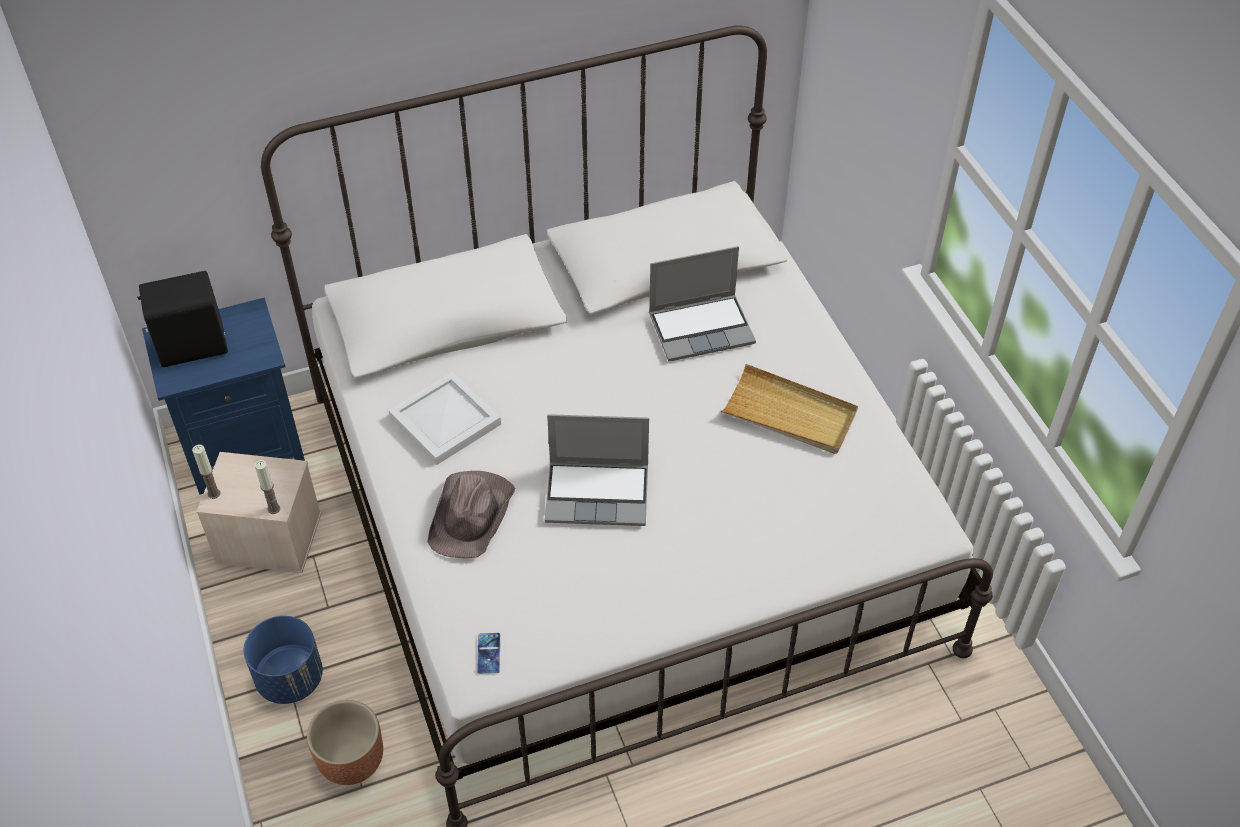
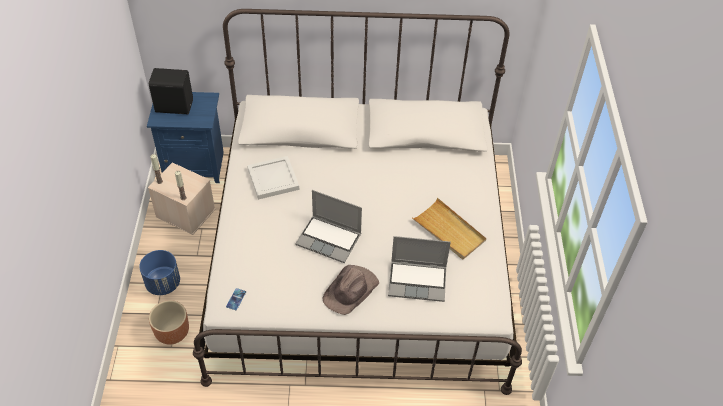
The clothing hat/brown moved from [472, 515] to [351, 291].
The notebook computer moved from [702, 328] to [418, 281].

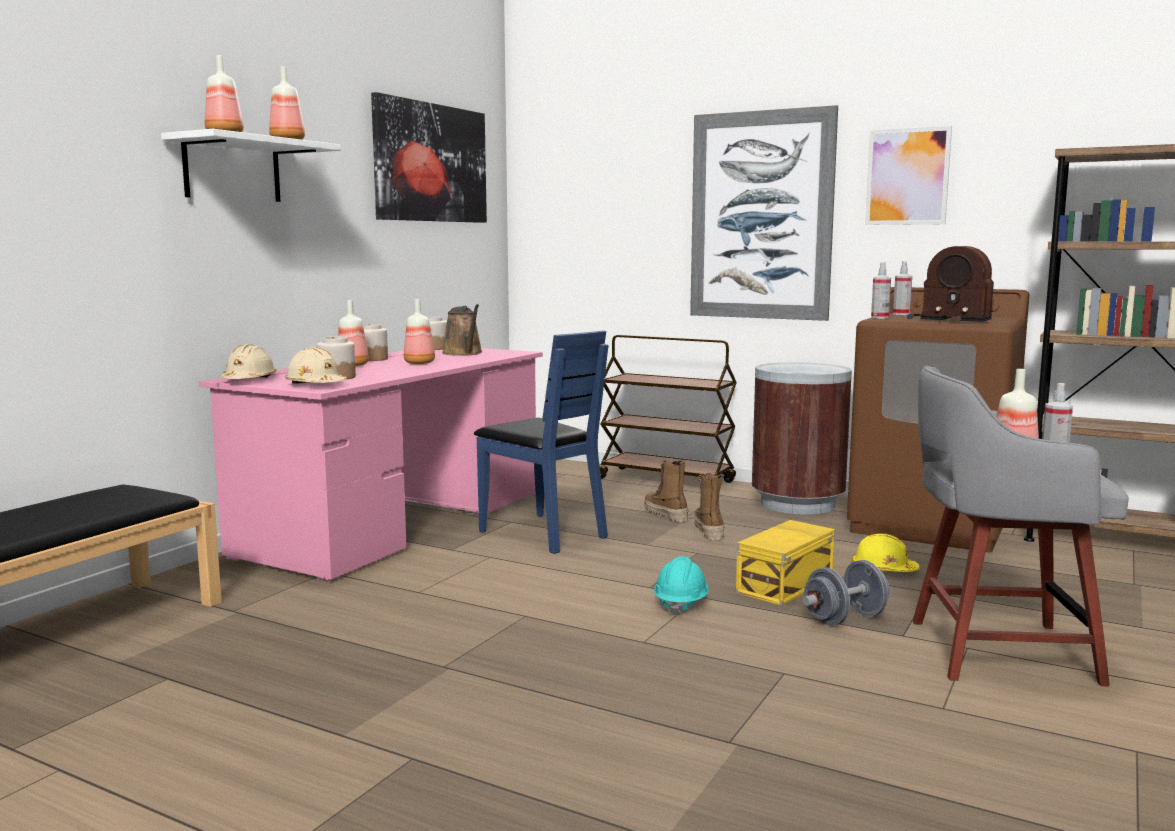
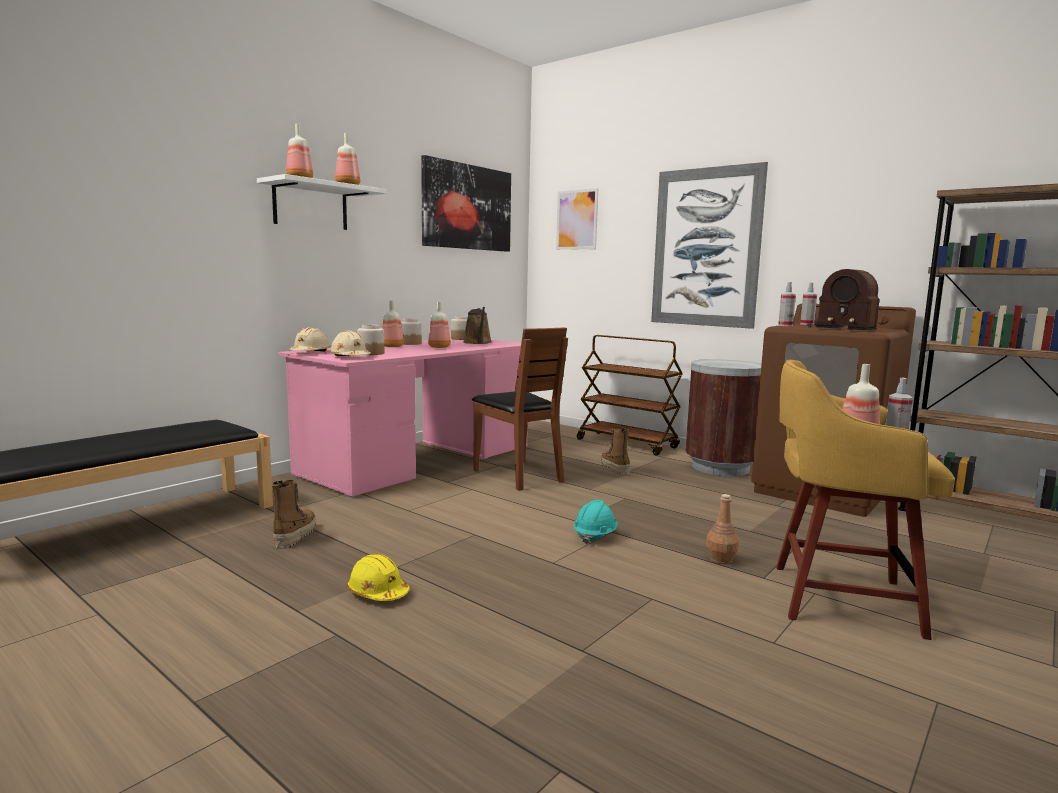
The plain chair/blue-coloured at [543, 533] became the plain chair/brown at [518, 475].
The tall boot moved from [708, 531] to [294, 536].
The storage container/yellow at [787, 584] disappeared.
The hand weight/greyish at [845, 619] was replaced by the bottle/brown at [720, 559].
The work helmet/yellow moved from [883, 569] to [377, 592].
The wall picture moved from [907, 177] to [577, 220].
The sitting stool/greyish at [995, 650] became the sitting stool/yellow at [838, 598].

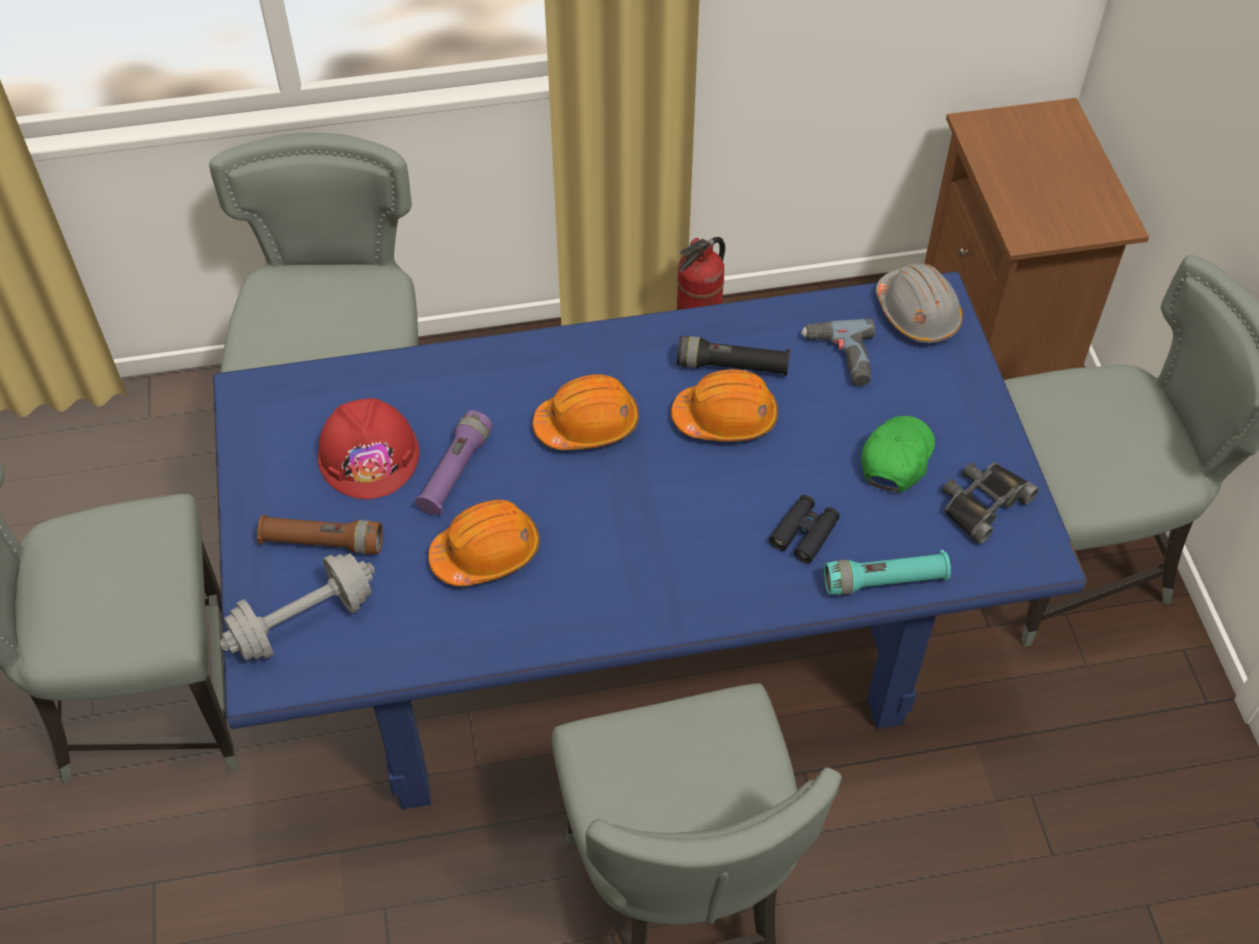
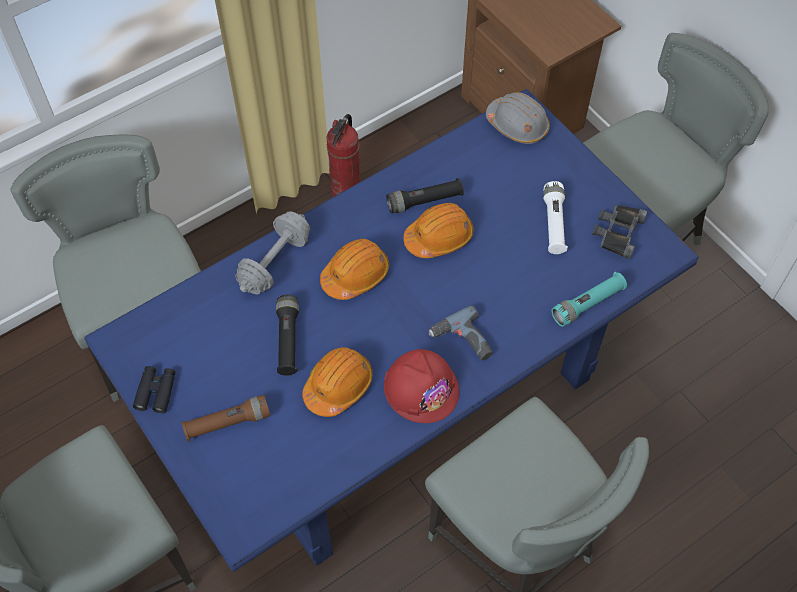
The hand weight/greyish moved from [303, 622] to [275, 263].
The work helmet/red moved from [369, 454] to [421, 388].
The hand torch/purplish at [455, 472] became the hand torch/black at [288, 340].
The binoculars/black moved from [804, 533] to [156, 392].
The drill moved from [840, 358] to [462, 342].
The peaked cap/green at [896, 458] was replaced by the hand torch/white at [554, 223].

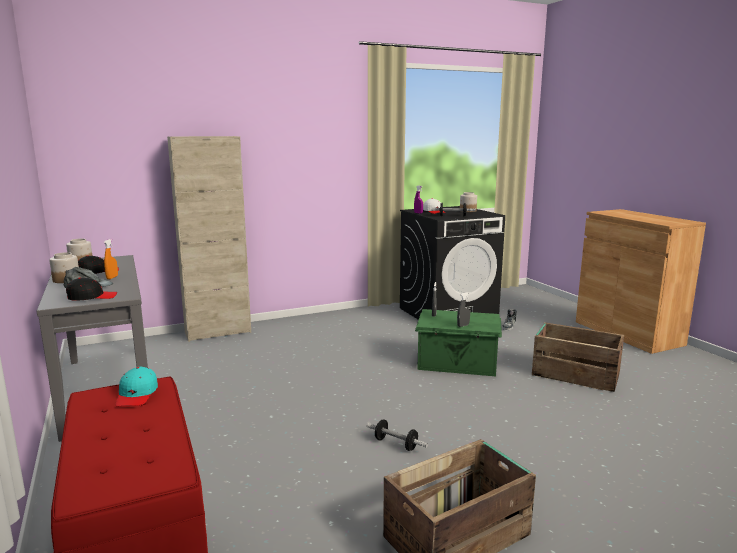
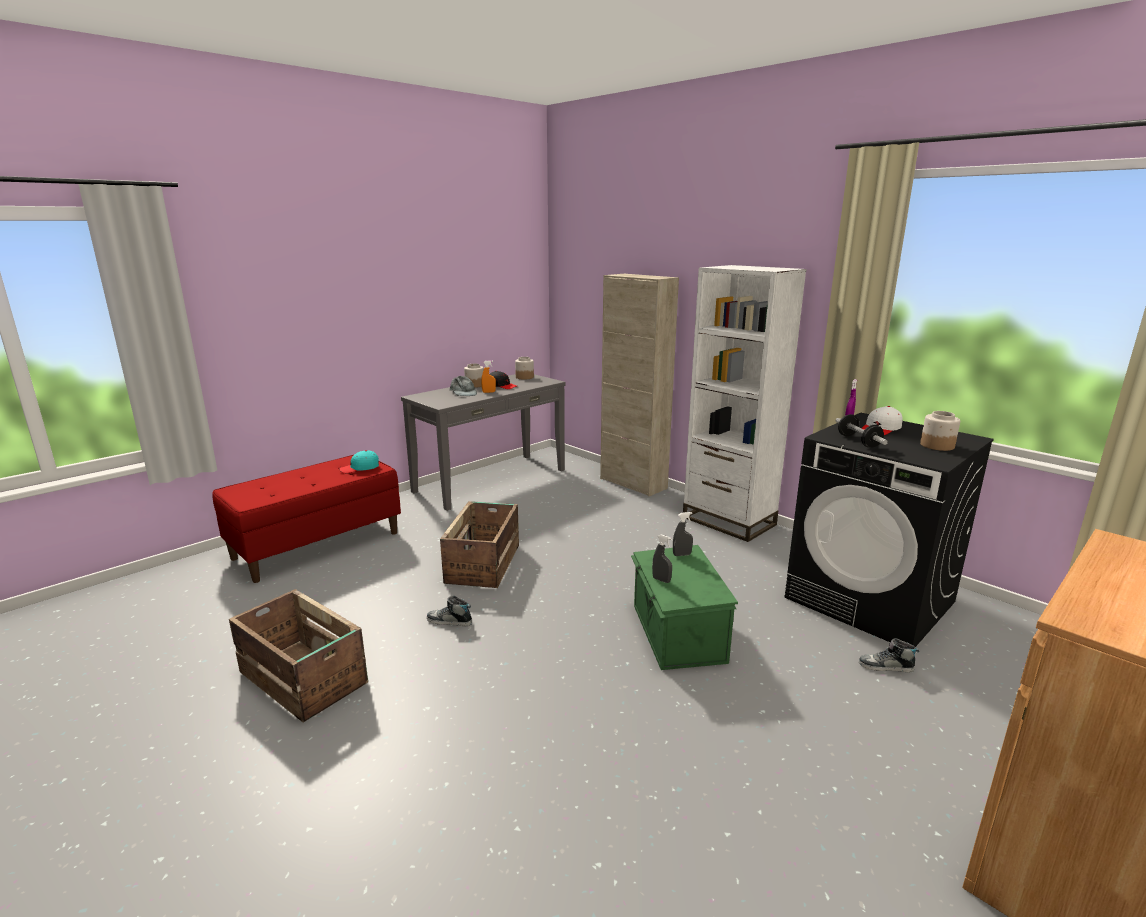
The peaked cap/black at [92, 297] disappeared.
The hand weight at [396, 444] was replaced by the shoe at [449, 621].
The packing crate moved from [574, 374] to [484, 563].
The shelving unit/white at [728, 521] appeared.

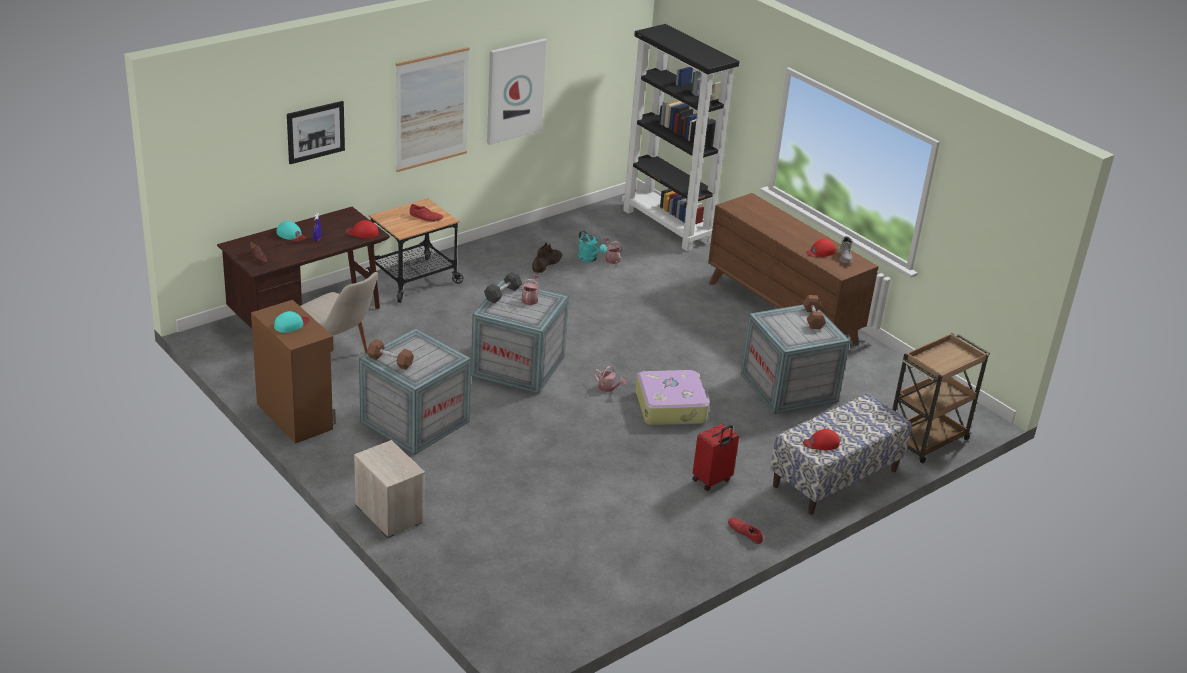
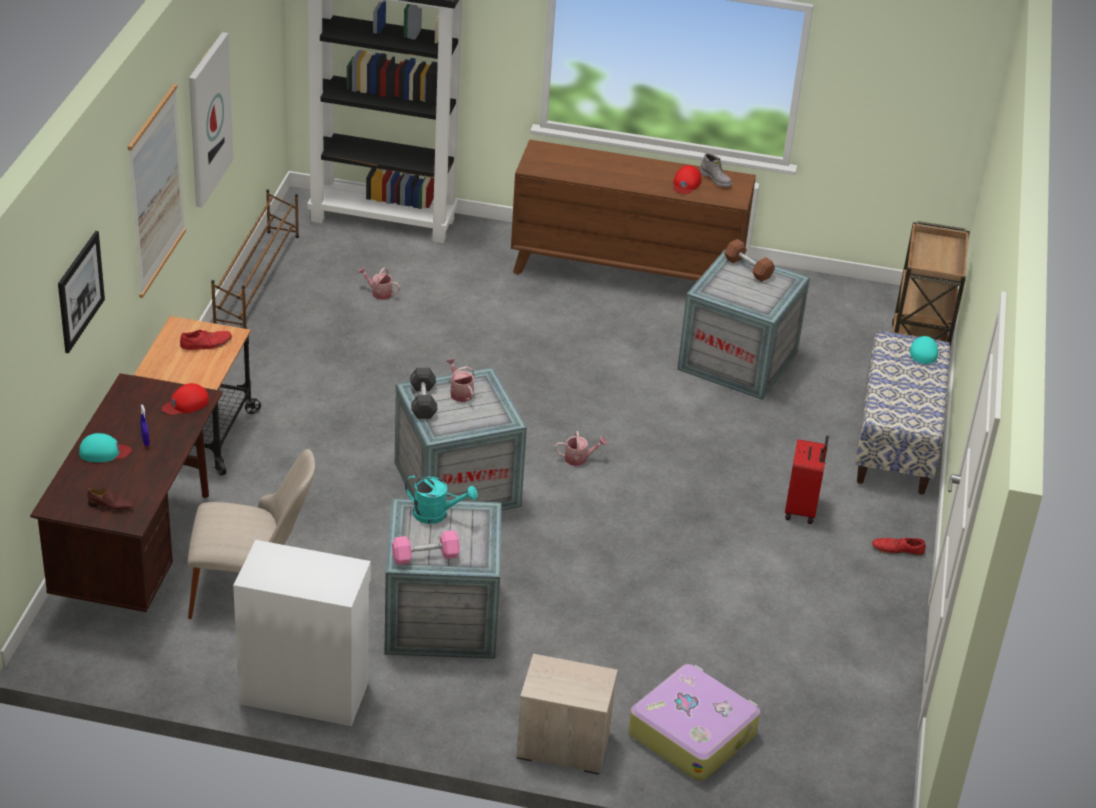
The cupboard/brown at [295, 416] became the cupboard/white at [304, 691].
The peaked cap/blue-green moved from [291, 324] to [923, 351].
The hand weight/brown at [390, 361] became the hand weight/pink-coloured at [425, 556].
The tall boot/brown at [547, 263] disappeared.
The sprinkling can/blue-green moved from [589, 259] to [436, 514].
The suitcase moved from [671, 406] to [692, 733].
The peaked cap/red at [821, 443] disappeared.
The shoe stand/brown at [258, 279] appeared.

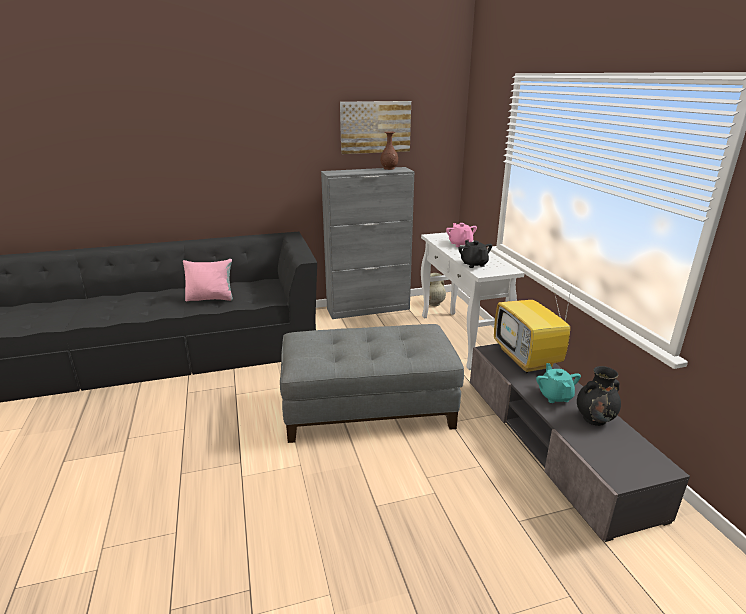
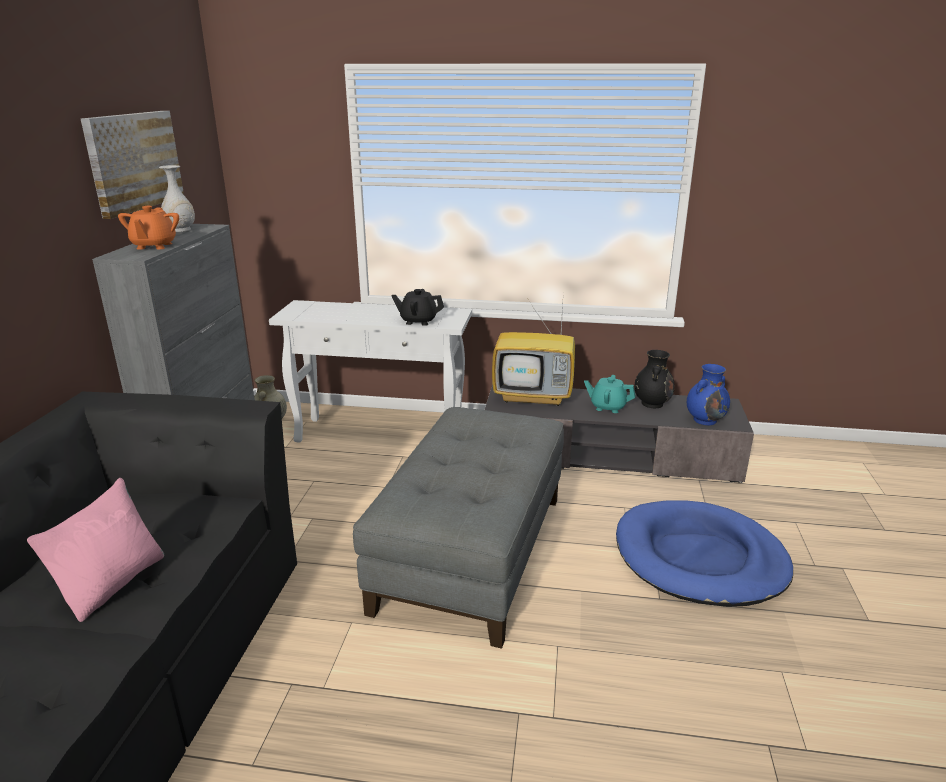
The decorative vase/brown at [389, 168] became the decorative vase/white at [180, 230].
The teapot/pink-coloured at [460, 244] disappeared.
The teapot/orange-coloured at [154, 246] appeared.
The pet bed/blue-coloured at [699, 558] appeared.
The decorative vase/blue-coloured at [705, 420] appeared.

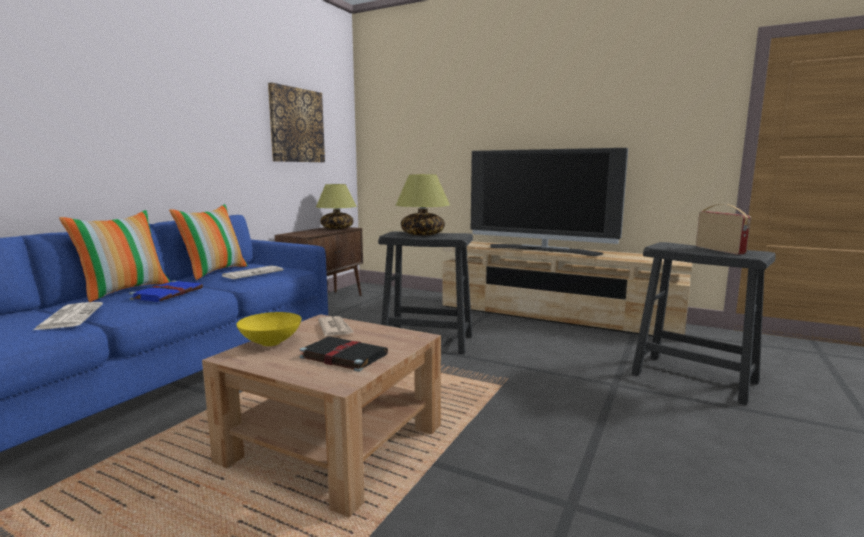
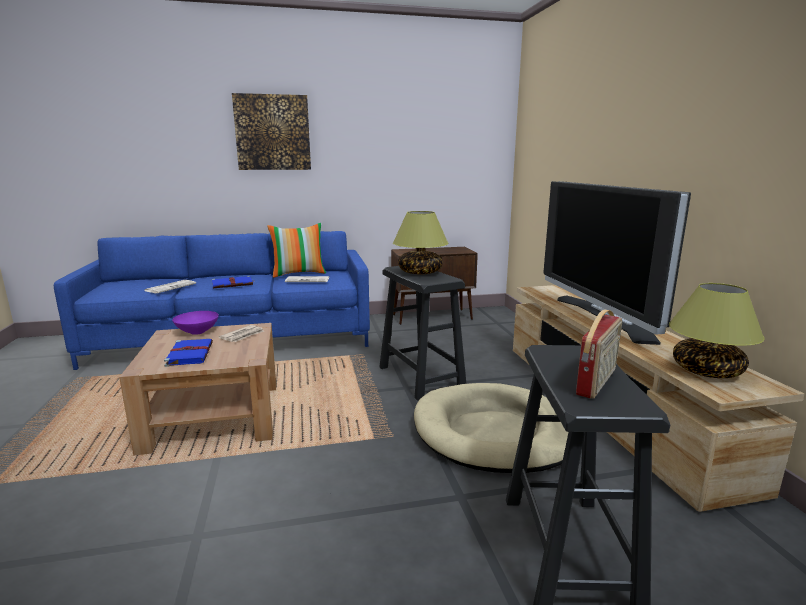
The cushion at [125, 290] disappeared.
The deep dish/yellow at [271, 343] became the deep dish/purplish at [197, 332].
The wall picture moved from [296, 125] to [272, 132].
The volume/black at [342, 356] became the volume/blue-coloured at [190, 354].
The lamp for a table moved from [337, 228] to [707, 371].
The pet bed/beige-coloured at [494, 432] appeared.

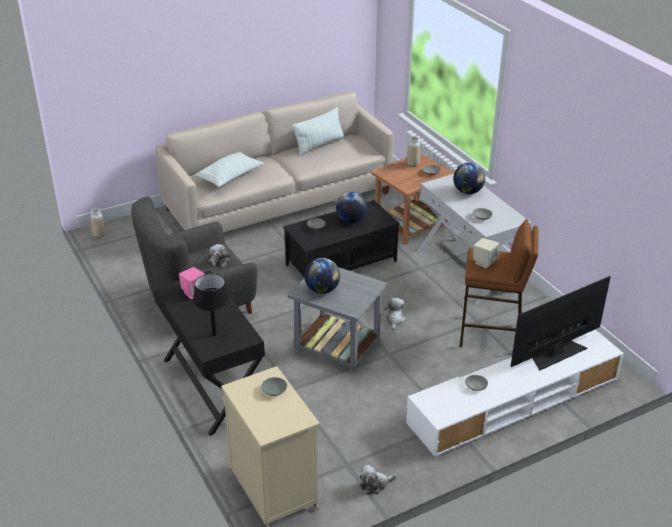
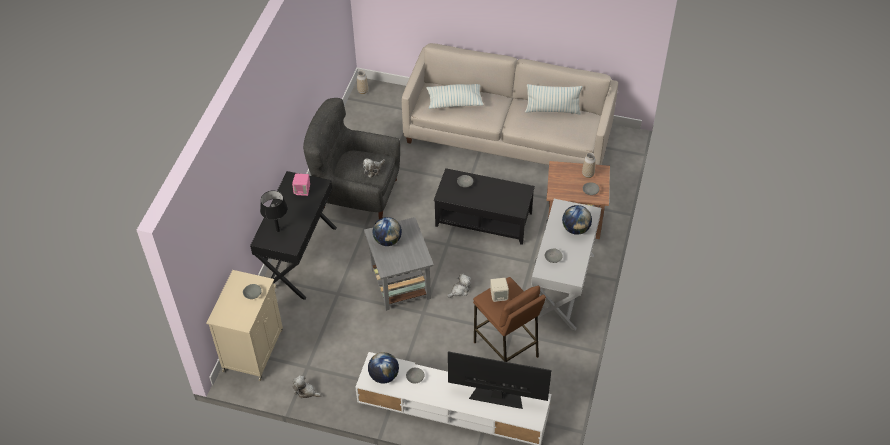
The world globe moved from [351, 220] to [384, 376].

